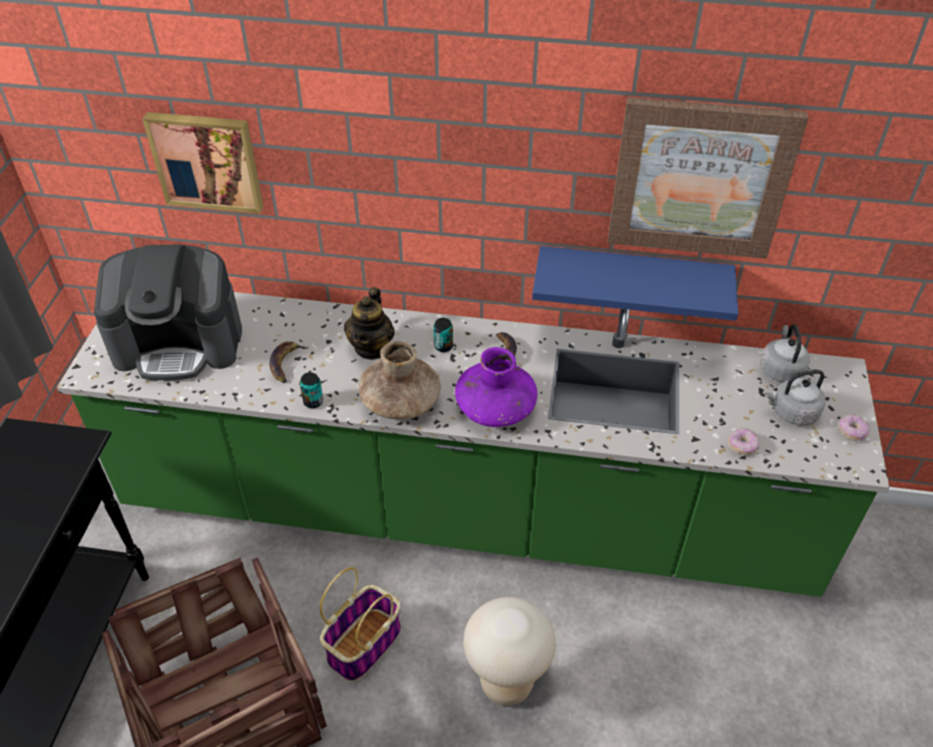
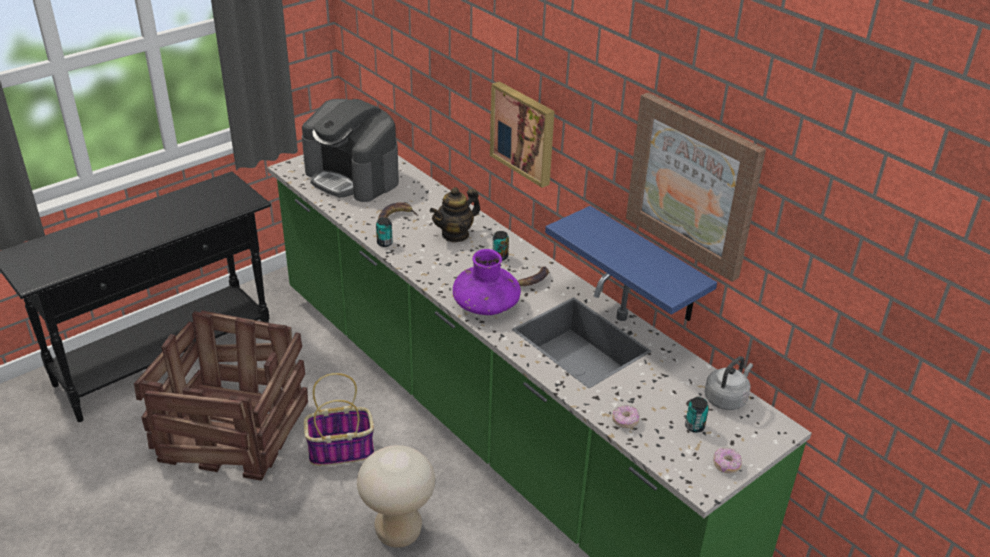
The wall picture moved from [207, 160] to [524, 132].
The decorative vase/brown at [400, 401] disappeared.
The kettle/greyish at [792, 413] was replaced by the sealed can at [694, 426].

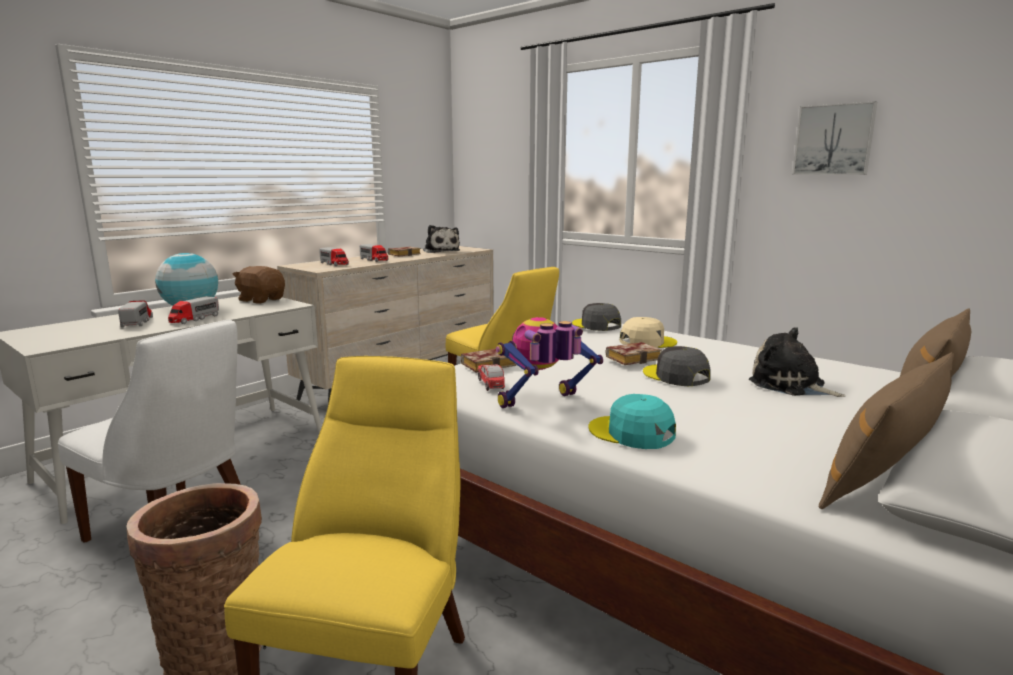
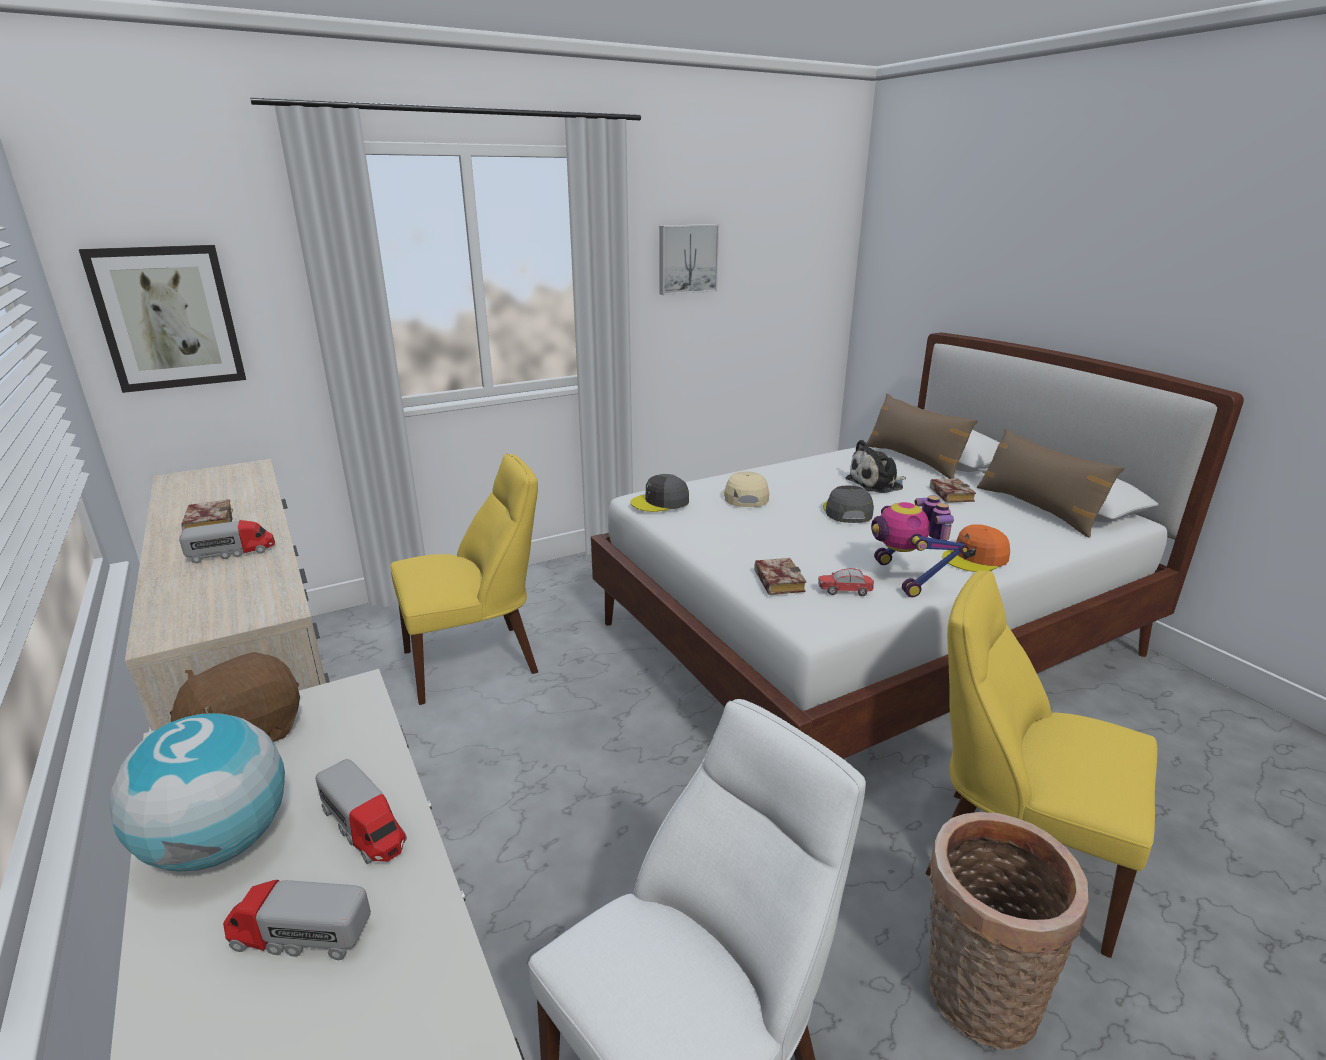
The toy lorry at [334, 264] disappeared.
The plush toy at [440, 251] disappeared.
The peaked cap/blue-green at [631, 433] became the peaked cap/orange-coloured at [975, 558].
The volume moved from [633, 358] to [949, 494].
The peaked cap/greyish at [675, 376] turned 105 degrees clockwise.
The wall picture at [168, 318] appeared.

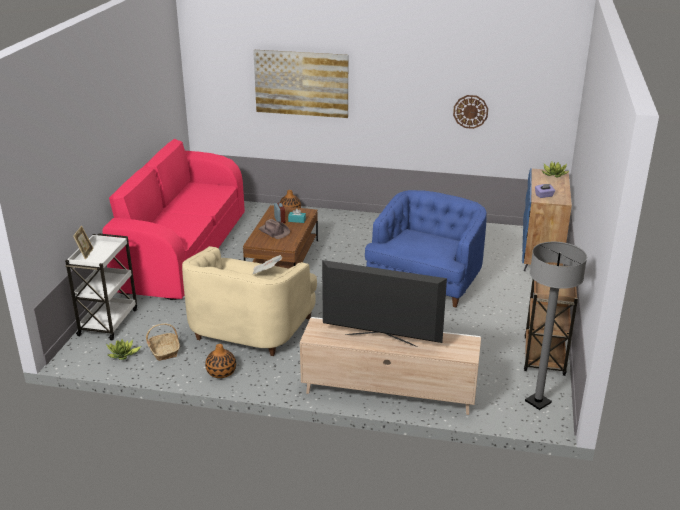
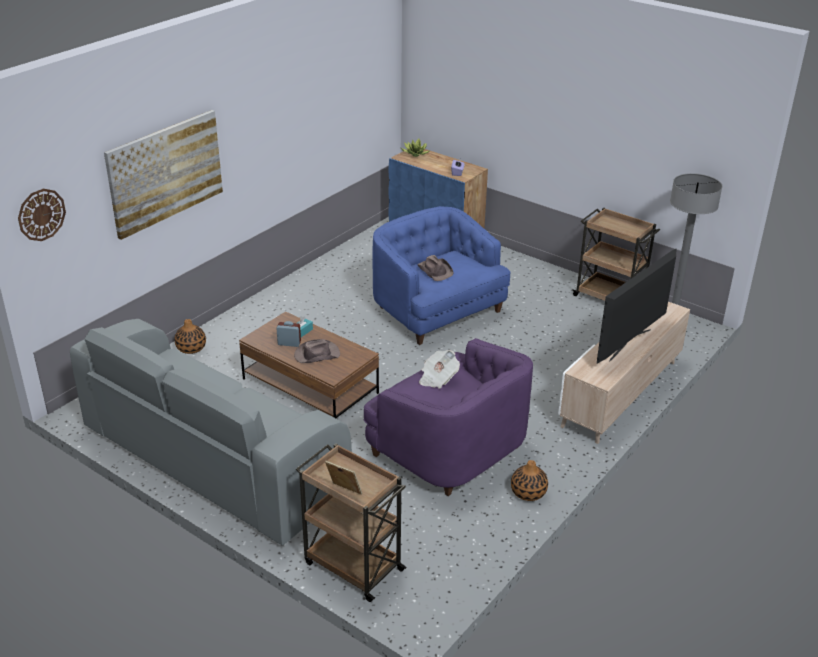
The trolley/white at [109, 321] became the trolley/brown at [352, 565].
The settee/pink-coloured at [183, 251] became the settee/greyish at [213, 459].
The potted plant at [123, 355] disappeared.
The basket at [164, 351] disappeared.
The lounge chair/beige-coloured at [251, 327] became the lounge chair/purplish at [449, 448].
The clock on the wall moved from [470, 111] to [41, 214].
The clothing hat/brown at [435, 270] appeared.

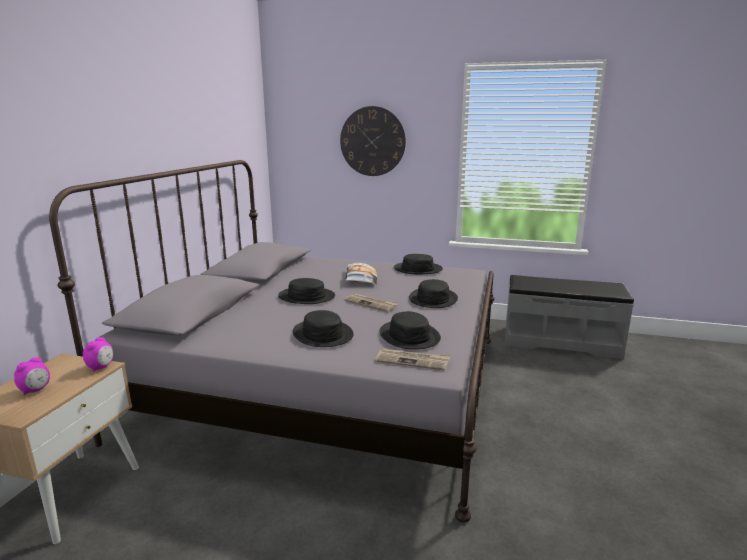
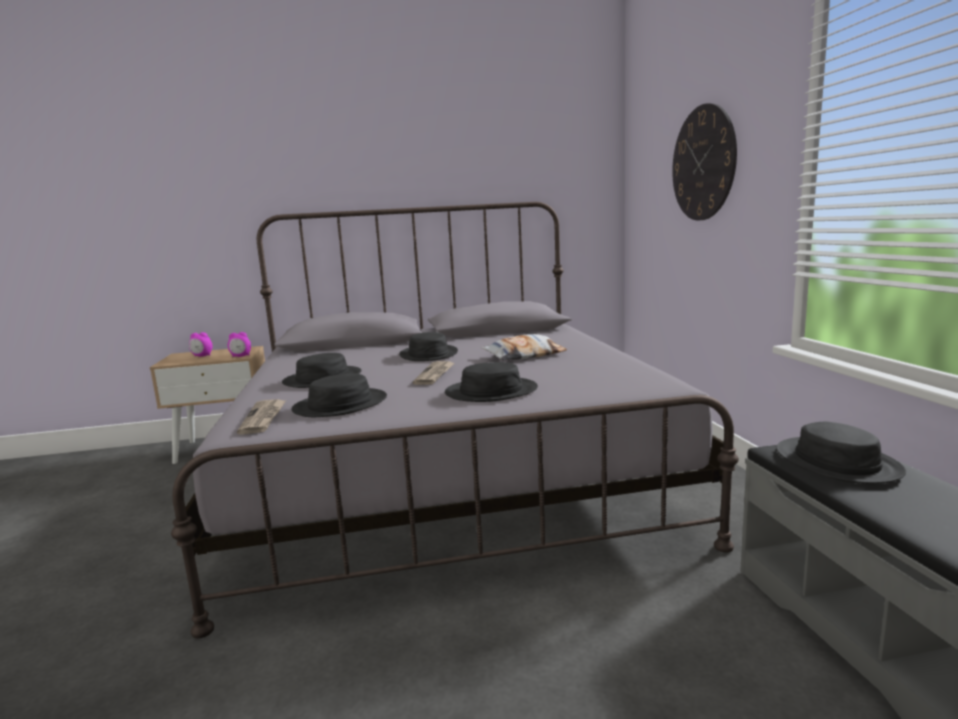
The clothing hat/black moved from [418, 269] to [837, 462].

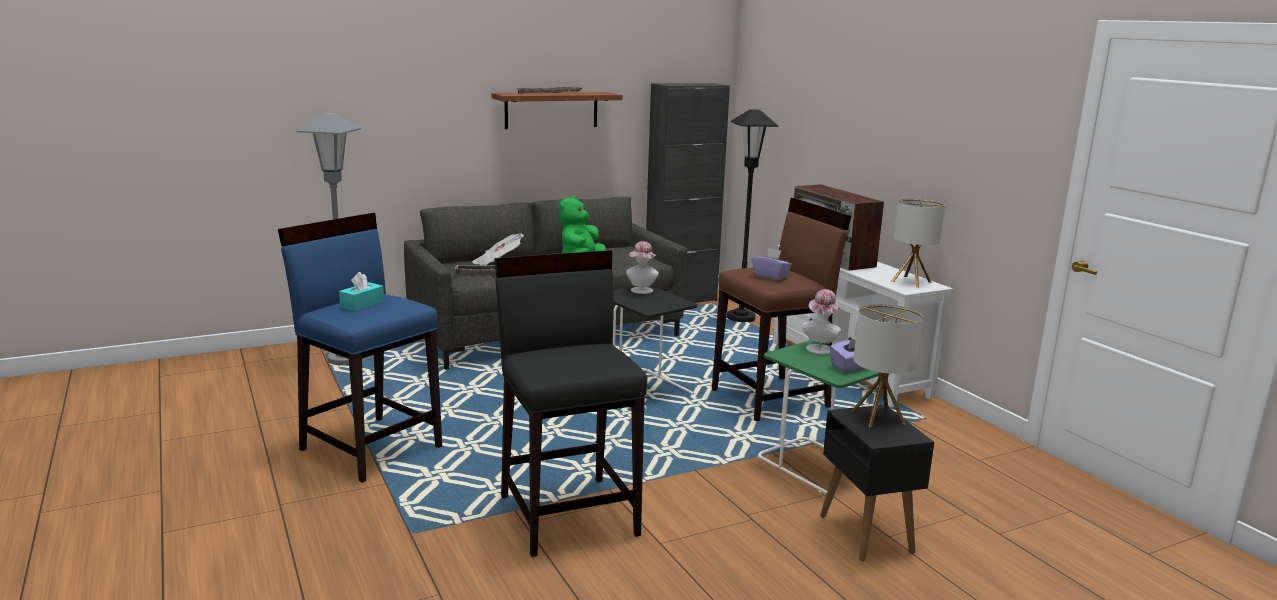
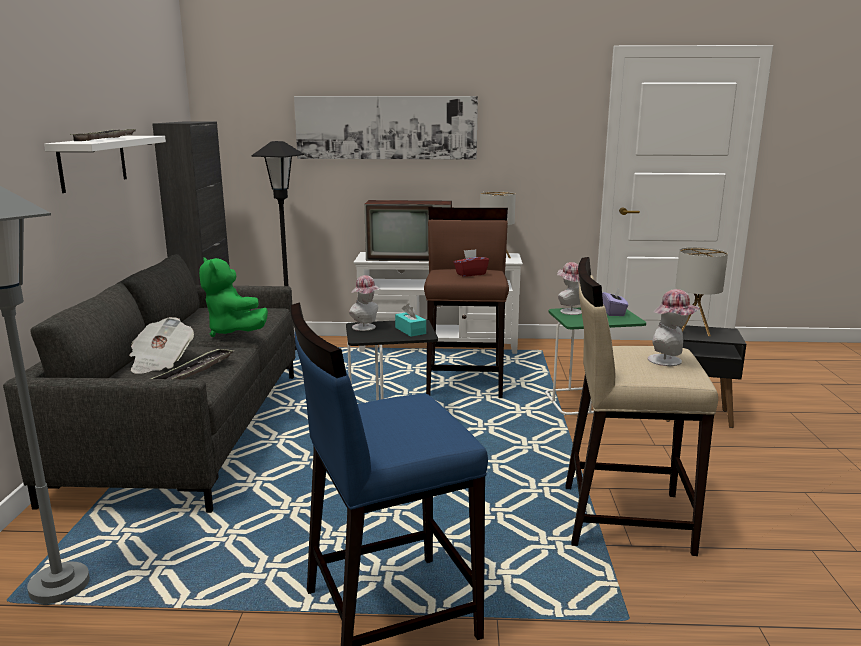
The tissue box/blue-green moved from [362, 304] to [410, 330].
The bracket shelf/brown at [551, 110] became the bracket shelf/white at [93, 162].
The sitting stool/black at [569, 514] became the sitting stool/beige-coloured at [624, 518].
The tissue box/purplish at [770, 276] became the tissue box/red at [470, 274].
The wall picture at [386, 128] appeared.
The clothing hat at [669, 361] appeared.

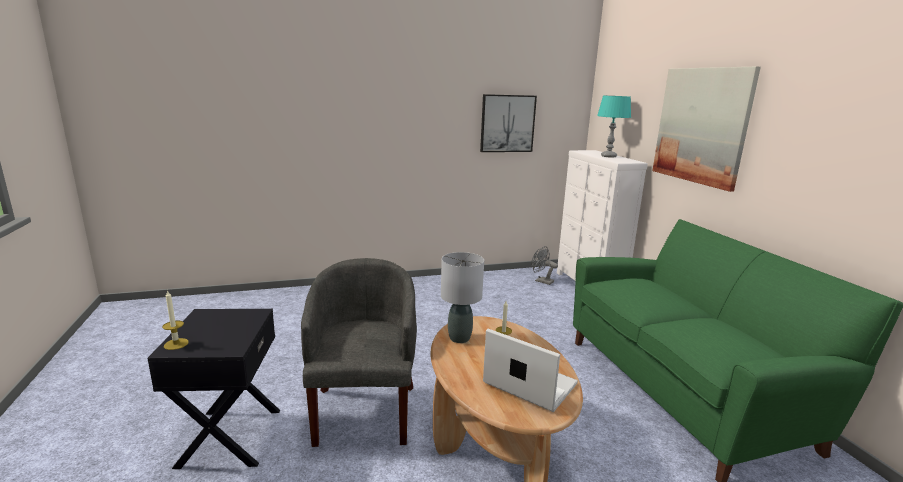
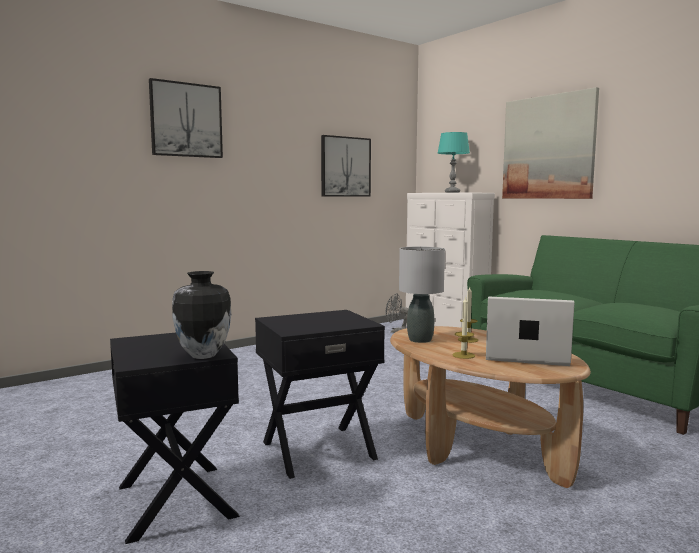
The wax light moved from [176, 344] to [463, 355].
The lounge chair/greyish at [364, 410] was replaced by the end table/black at [318, 449].
The wall picture at [186, 120] appeared.
The decorative vase at [202, 355] appeared.

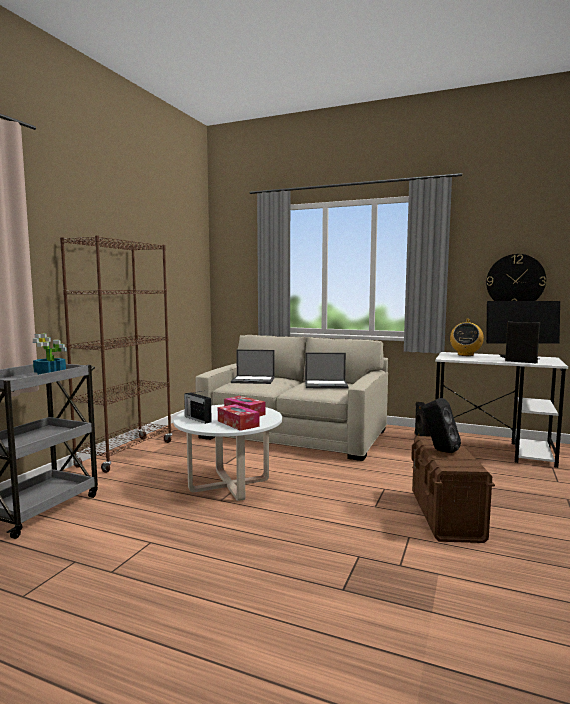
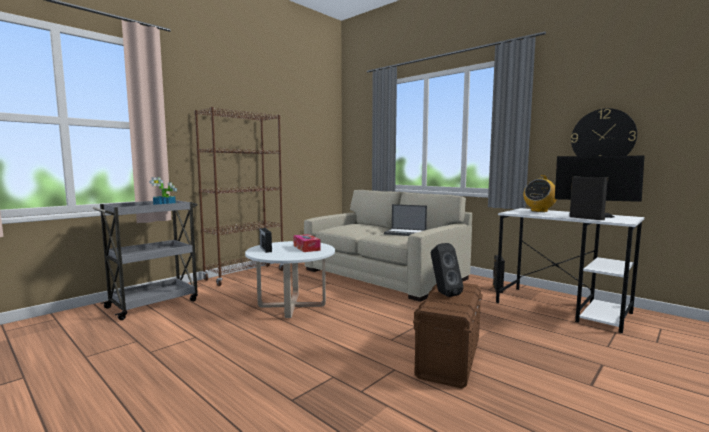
The tissue box at [238, 423] disappeared.
The notebook computer at [253, 380] disappeared.

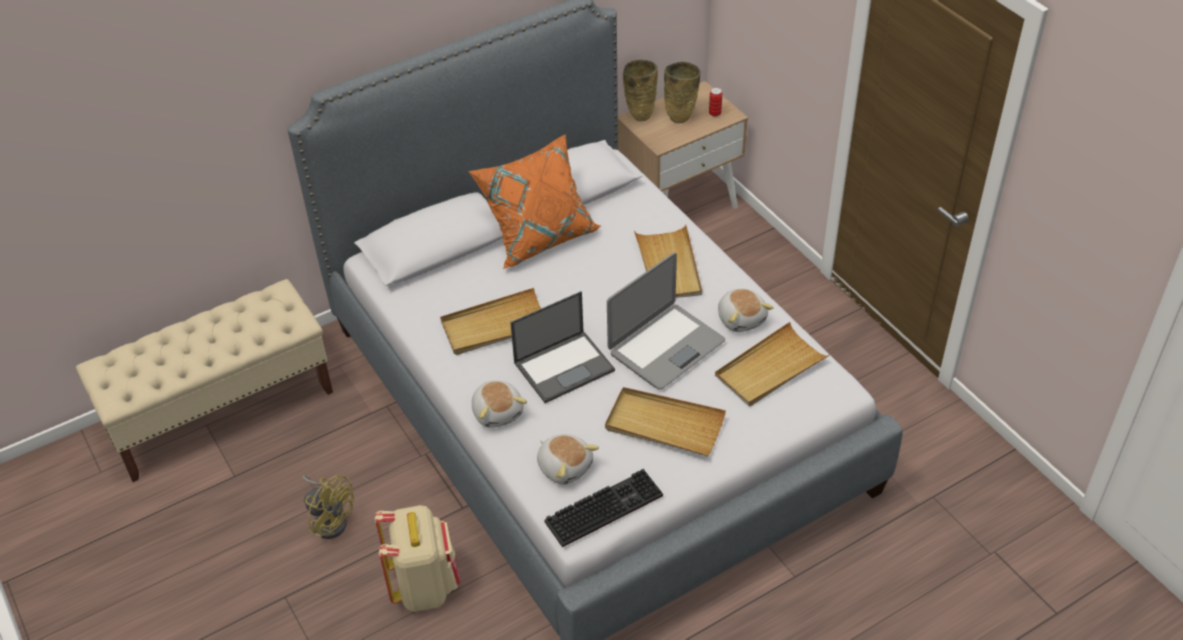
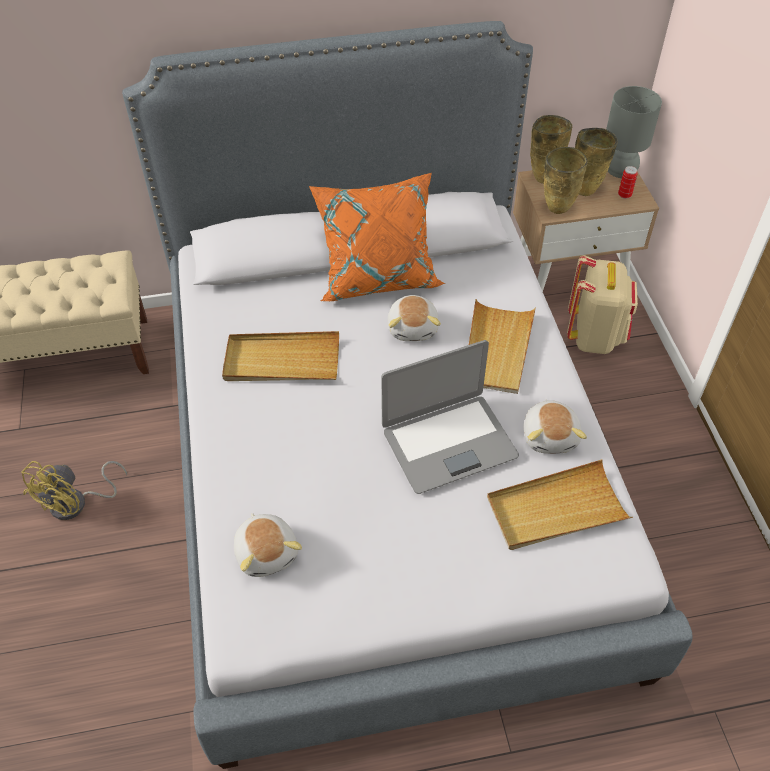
The fan/yellow at [330, 519] turned 60 degrees clockwise.
The backpack/beige-coloured moved from [424, 586] to [594, 336].
The plush toy moved from [498, 412] to [413, 327].
The notebook computer at [565, 366] disappeared.
The computer keyboard at [604, 506] disappeared.
The tray/beige-coloured at [664, 425] disappeared.
The decorative vase/beige-coloured at [556, 210] appeared.
The lamp for a table/greyish at [619, 172] appeared.

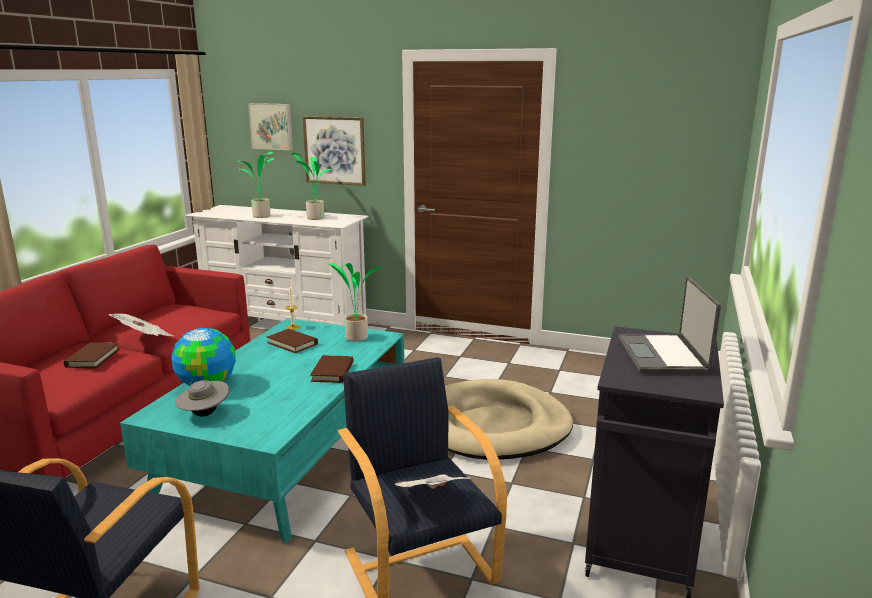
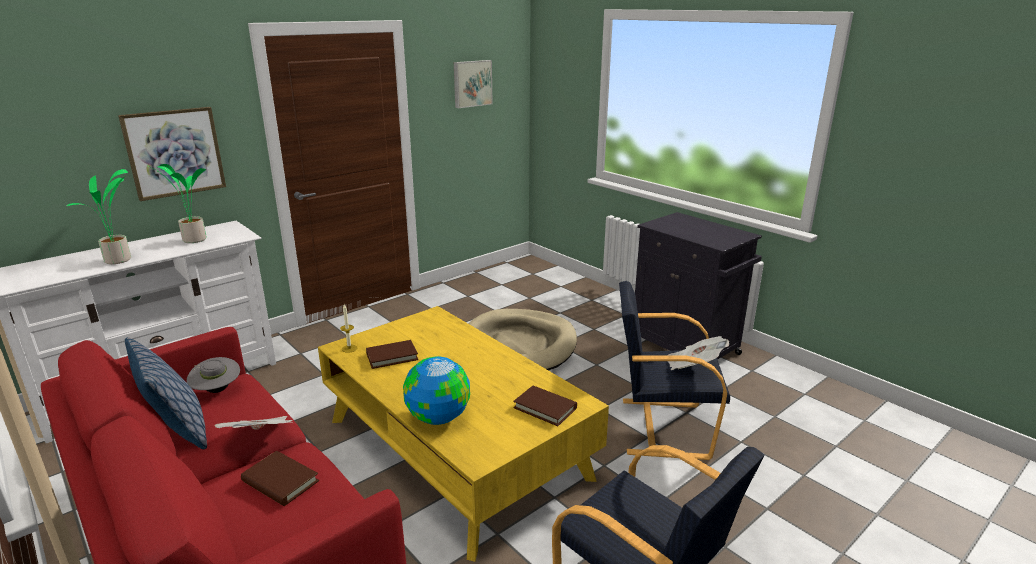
The coffee table/blue-green at [289, 449] became the coffee table/yellow at [454, 447].
The clothing hat/greyish moved from [204, 414] to [217, 390].
The wall picture moved from [272, 126] to [472, 83].
The volume/brown moved from [332, 372] to [545, 408].
The potted plant at [355, 338] disappeared.
The notebook computer at [664, 356] disappeared.
The cushion at [178, 431] appeared.

